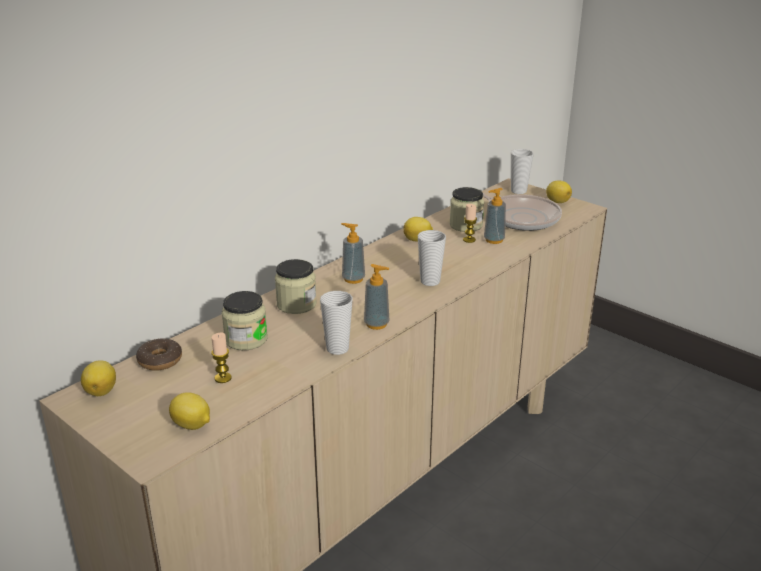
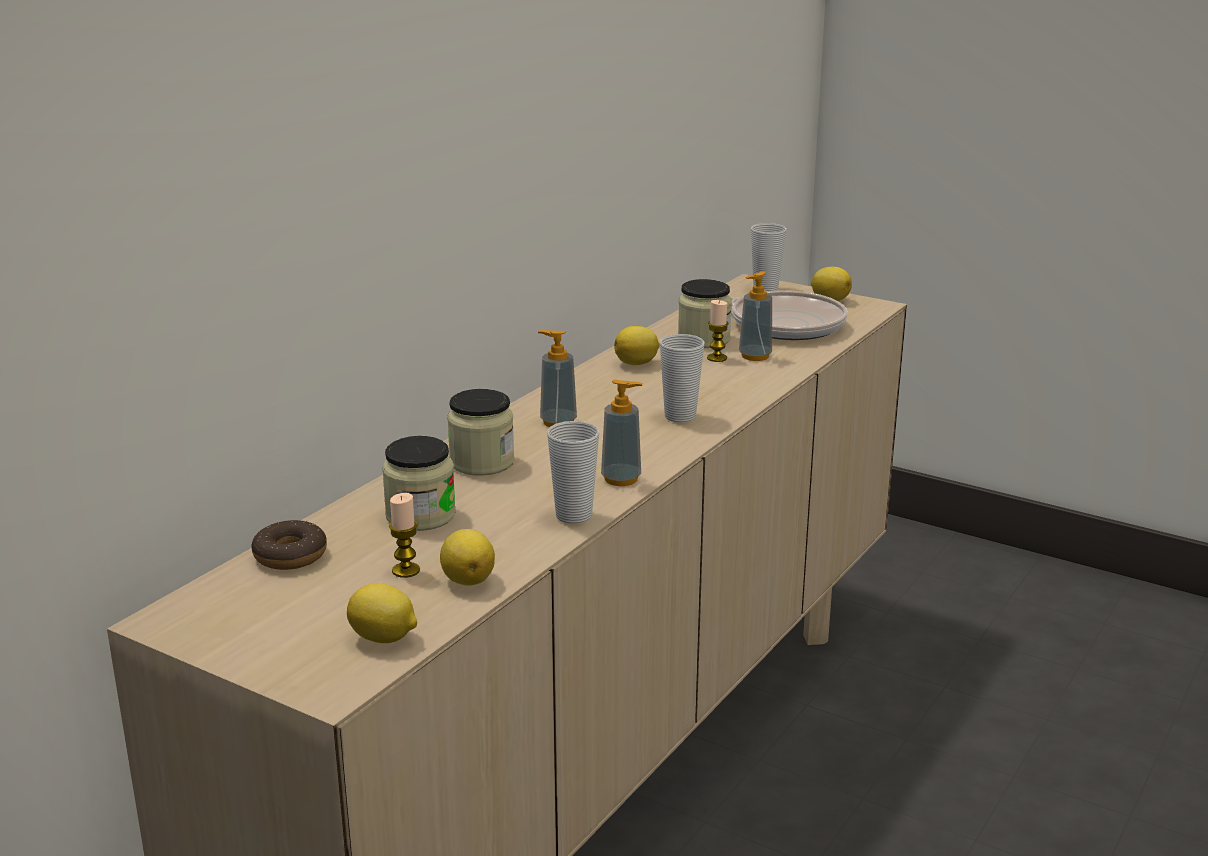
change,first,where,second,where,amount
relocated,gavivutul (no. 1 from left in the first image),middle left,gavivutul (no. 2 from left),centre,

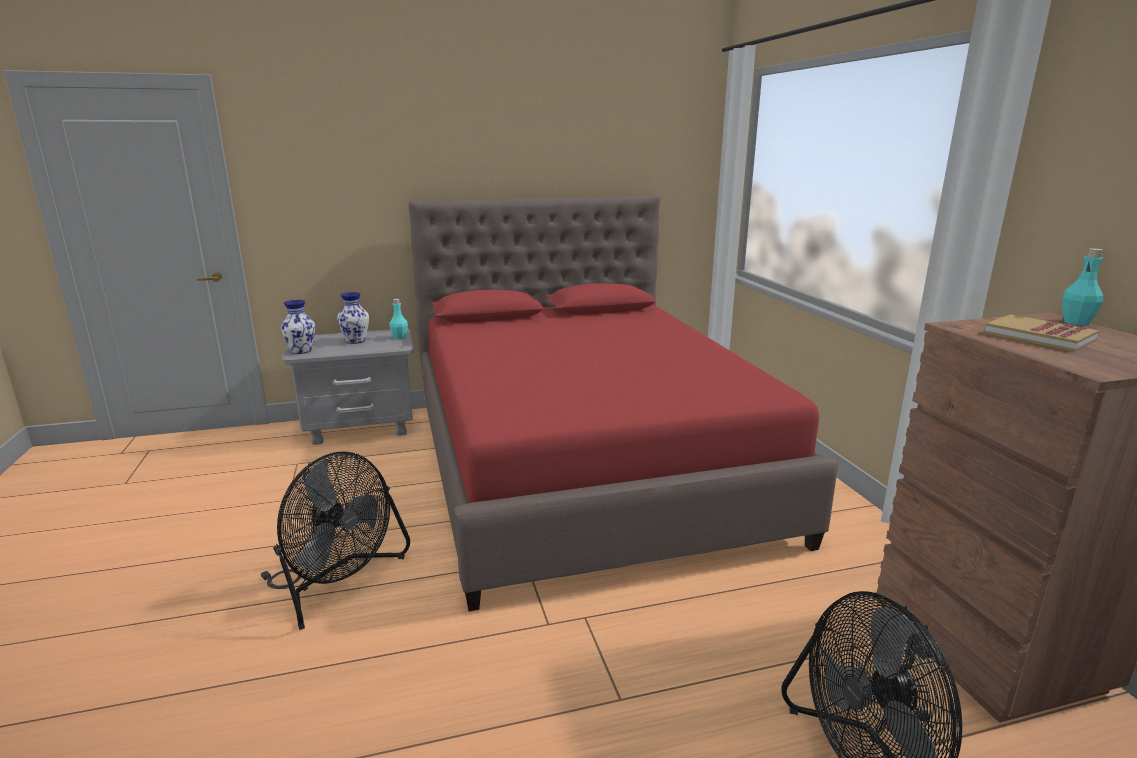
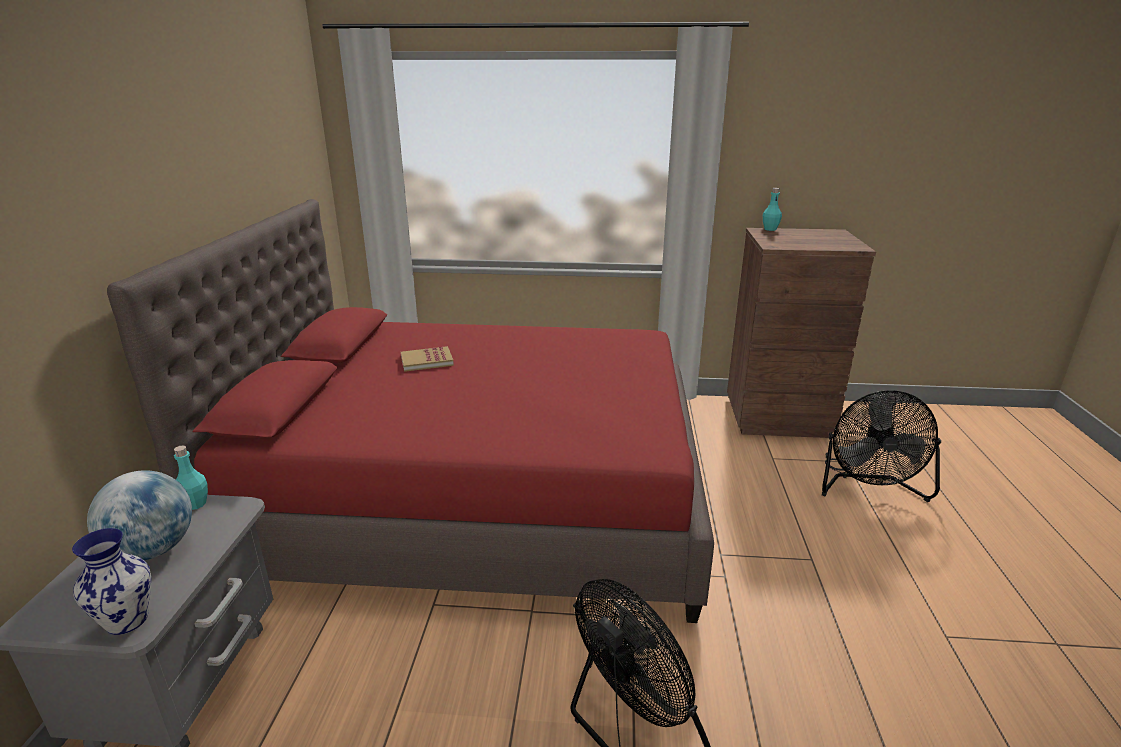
change,first,where,second,where,amount
exchanged,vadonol (no. 2 from left),middle left,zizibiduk,bottom left,
relocated,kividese,middle right,,centre,

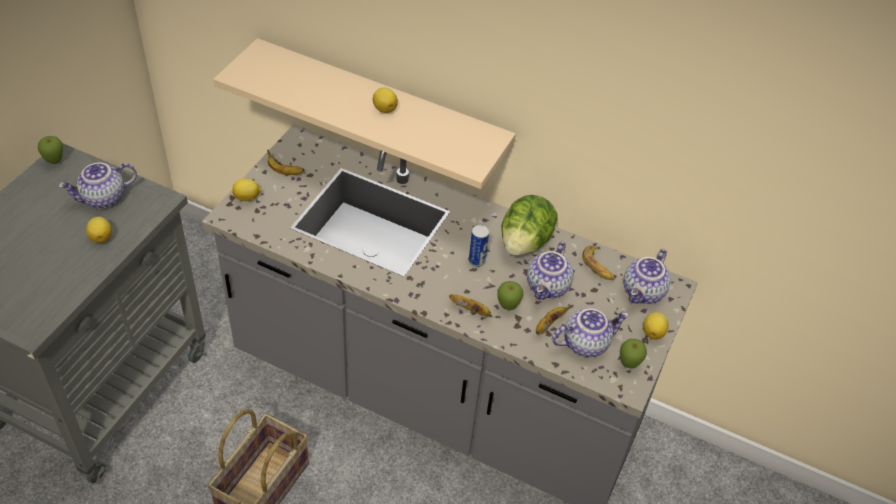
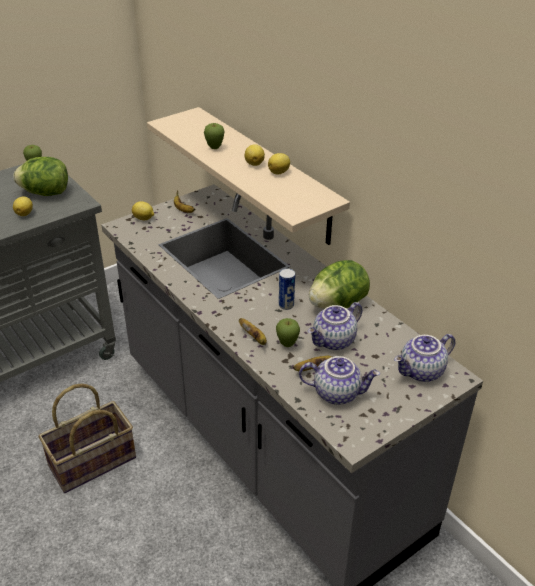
change,first,where,second,where,amount
exchanged,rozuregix (no. 1 from left),middle left,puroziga (no. 1 from left),top left,
missing,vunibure (no. 4 from left),middle right,,,
relocated,gavivutul (no. 4 from left),middle right,,top centre,
relocated,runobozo (no. 3 from left in the first image),bottom right,runobozo (no. 2 from left),top centre,

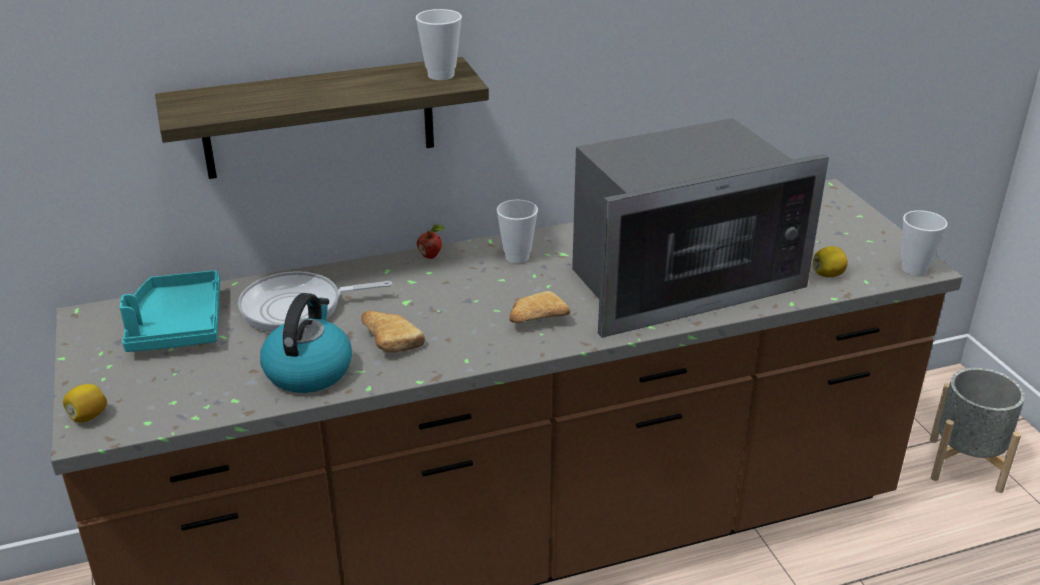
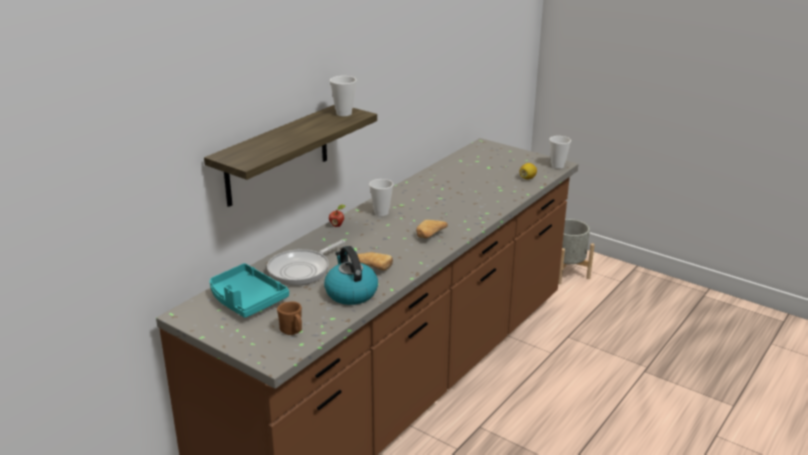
change,first,where,second,where,amount
missing,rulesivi,middle right,,,
missing,gavivutul (no. 1 from left),bottom left,,,
appeared,,,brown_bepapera,bottom centre,

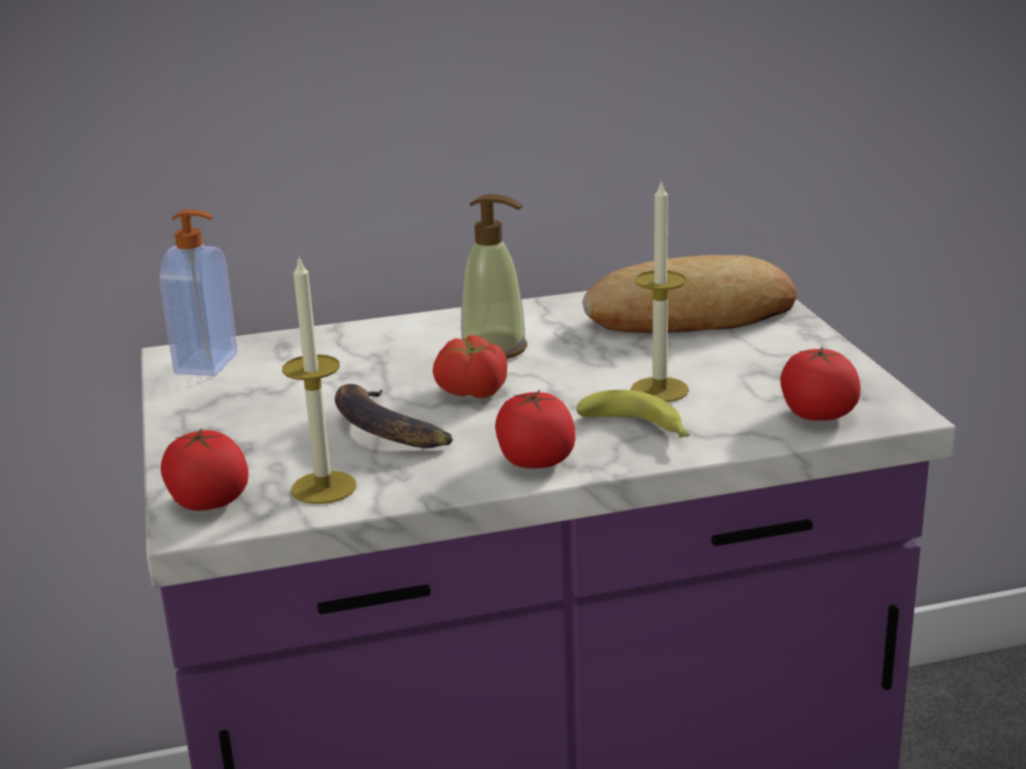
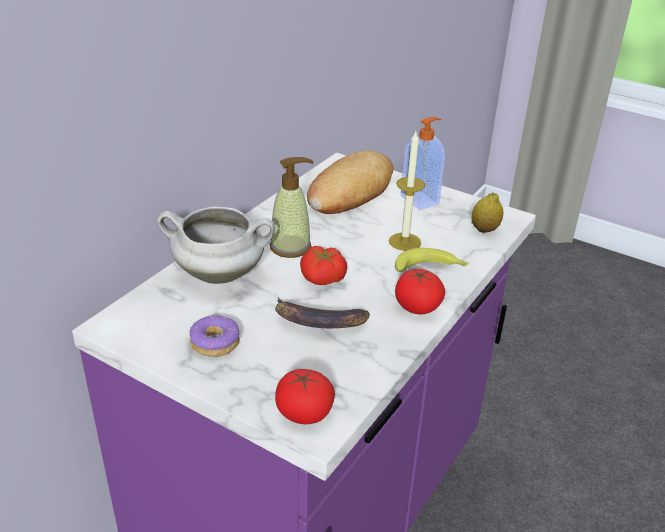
change,first,where,second,where,amount
relocated,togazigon (no. 1 from left in the first image),middle left,togazigon (no. 2 from left),top centre,
missing,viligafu (no. 1 from left),middle left,,,
exchanged,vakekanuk (no. 4 from left),middle right,gavivutul,middle right,
appeared,,,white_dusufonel,middle left,
appeared,,,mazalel,middle left,

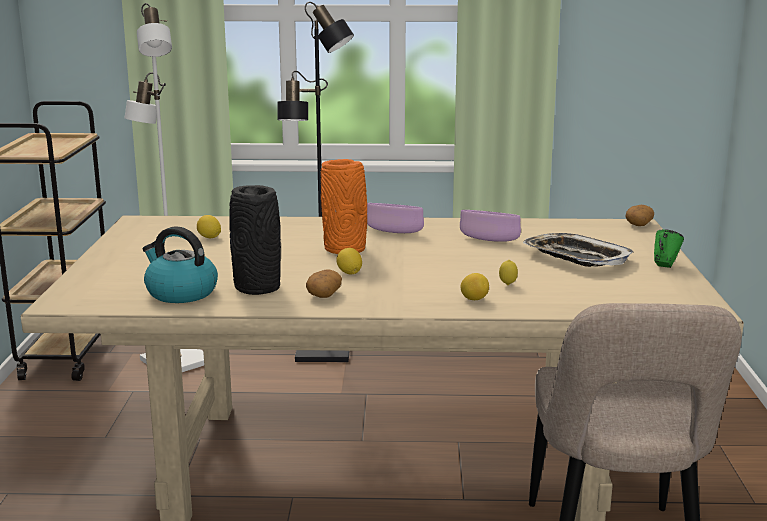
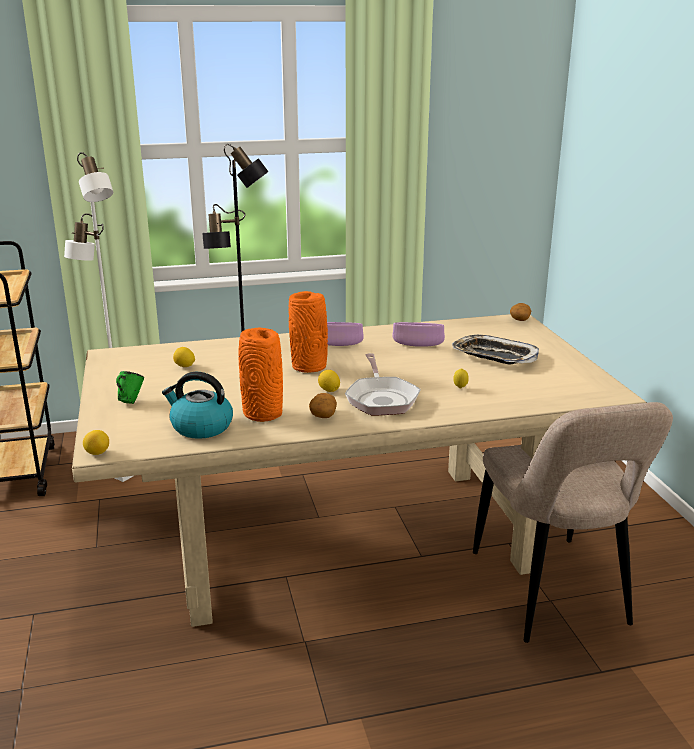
change,first,where,second,where,amount
colour,black_vadonol,middle left,orange_vadonol (no. 1 from left),centre,
relocated,green_bepapera,middle right,,middle left,
relocated,gavivutul (no. 3 from left in the first image),centre,gavivutul (no. 1 from left),middle left,
appeared,,,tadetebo,centre,

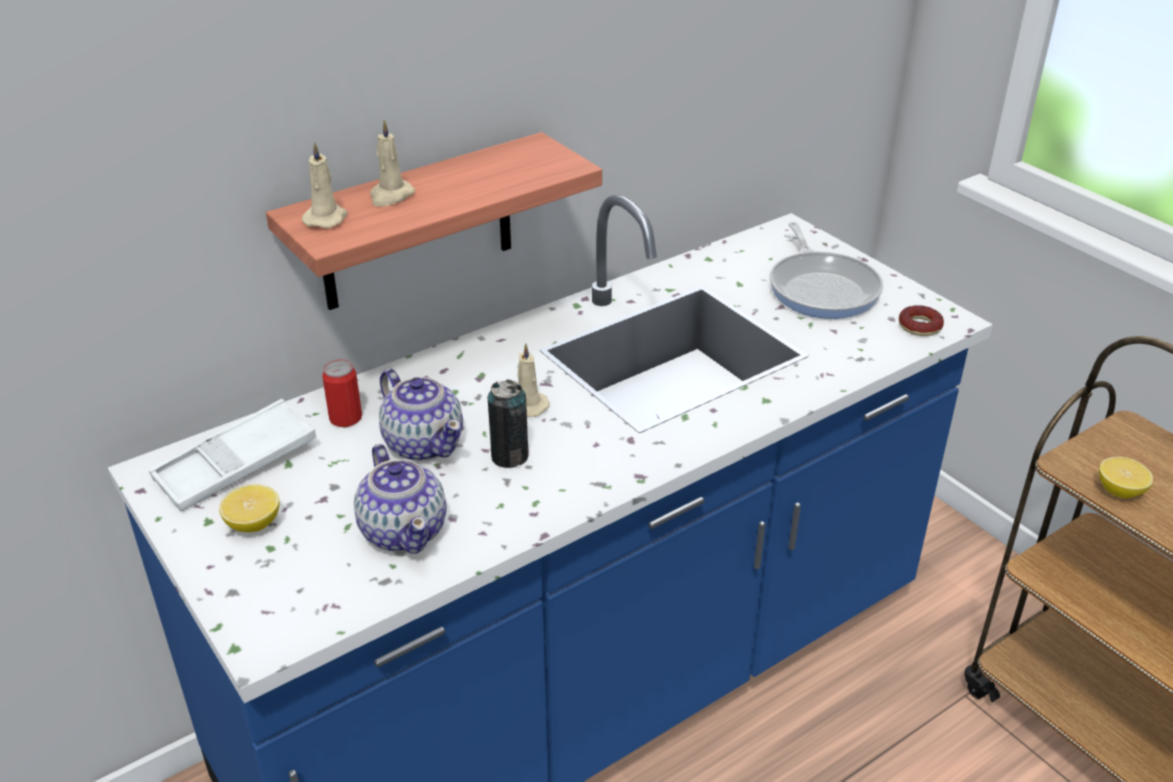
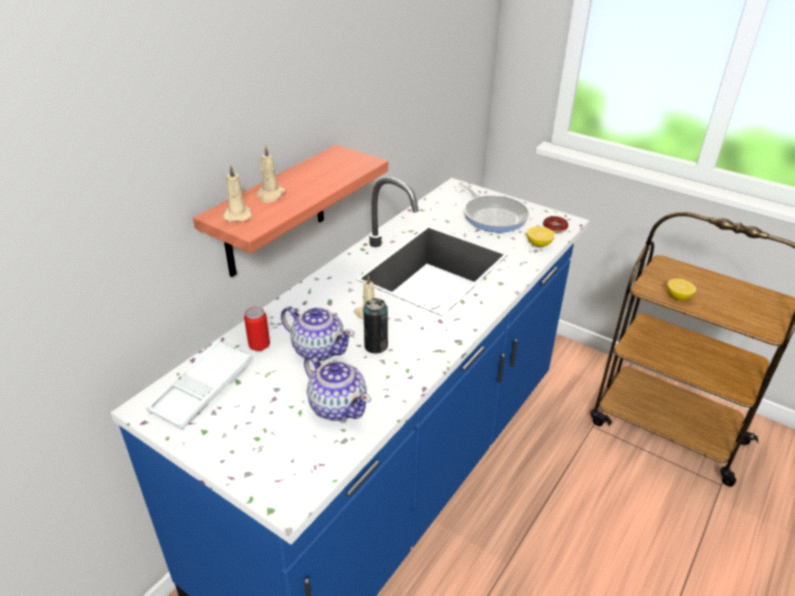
change,first,where,second,where,amount
relocated,gavivutul (no. 1 from left),middle left,,middle right,

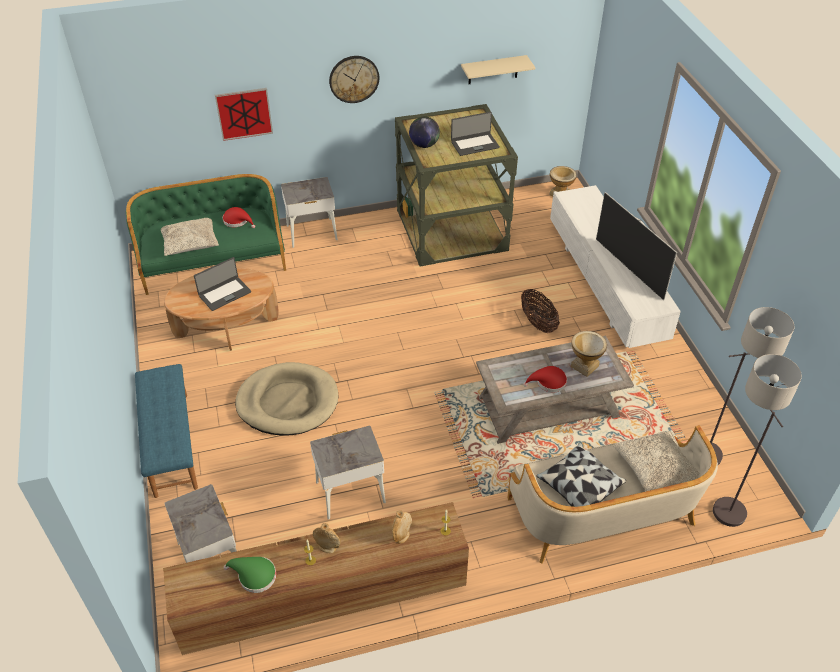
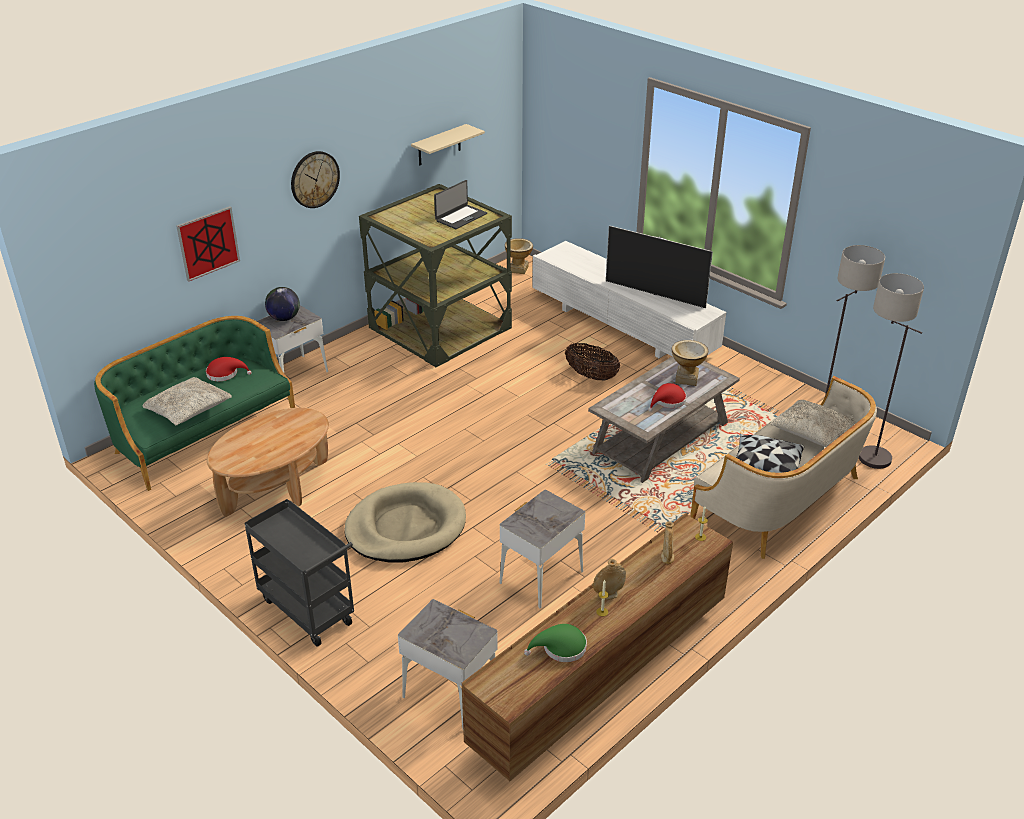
change,first,where,second,where,amount
relocated,zizibiduk,top centre,,middle left,
missing,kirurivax (no. 1 from left),middle left,,,
exchanged,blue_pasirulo,middle left,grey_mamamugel,bottom left,

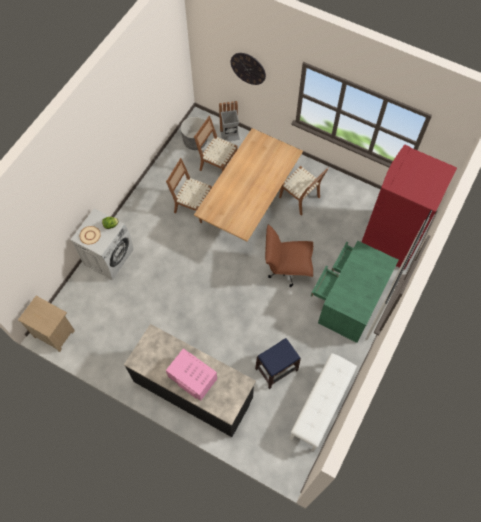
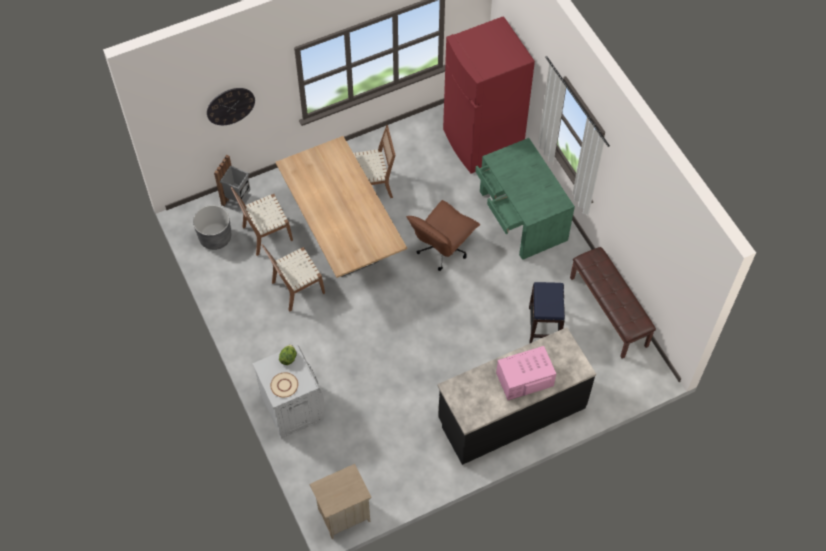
change,first,where,second,where,amount
colour,white_pasirulo,bottom right,brown_pasirulo,middle right,

